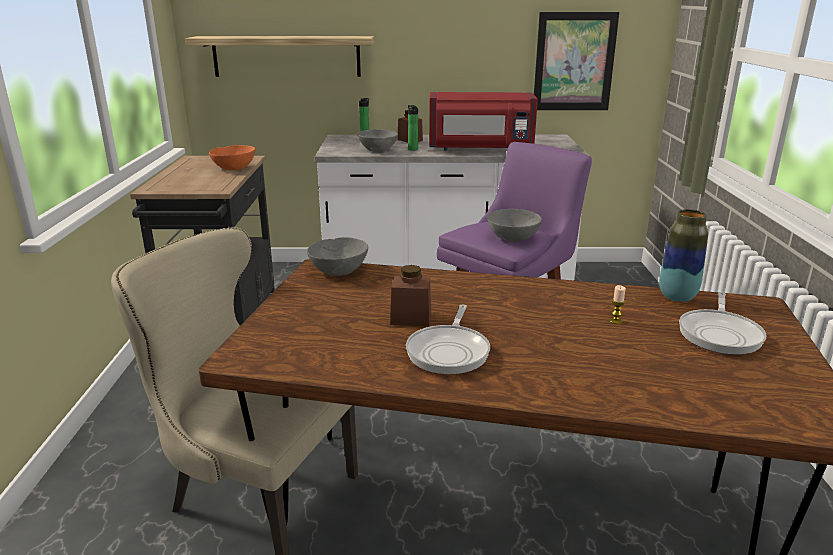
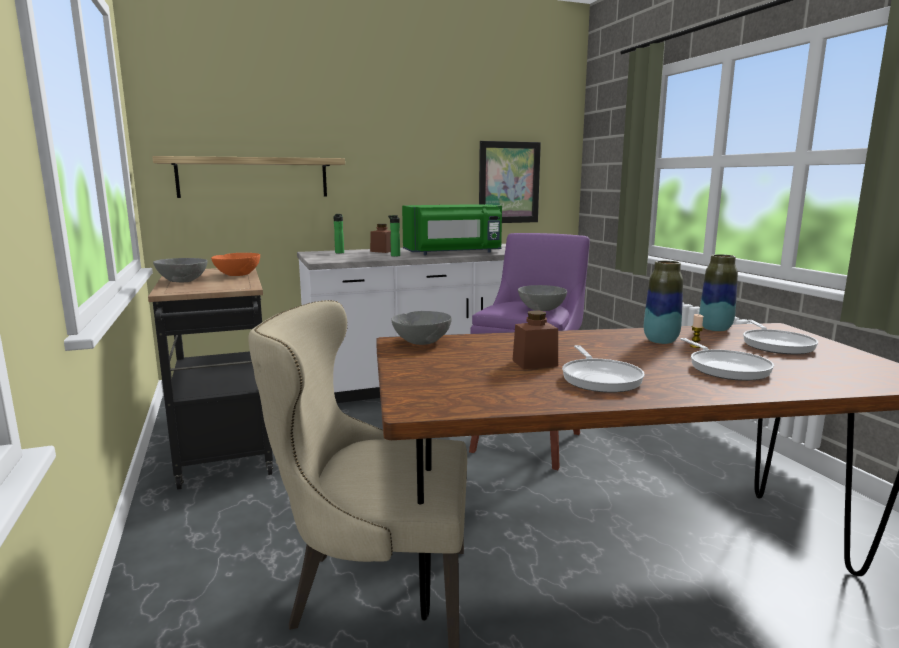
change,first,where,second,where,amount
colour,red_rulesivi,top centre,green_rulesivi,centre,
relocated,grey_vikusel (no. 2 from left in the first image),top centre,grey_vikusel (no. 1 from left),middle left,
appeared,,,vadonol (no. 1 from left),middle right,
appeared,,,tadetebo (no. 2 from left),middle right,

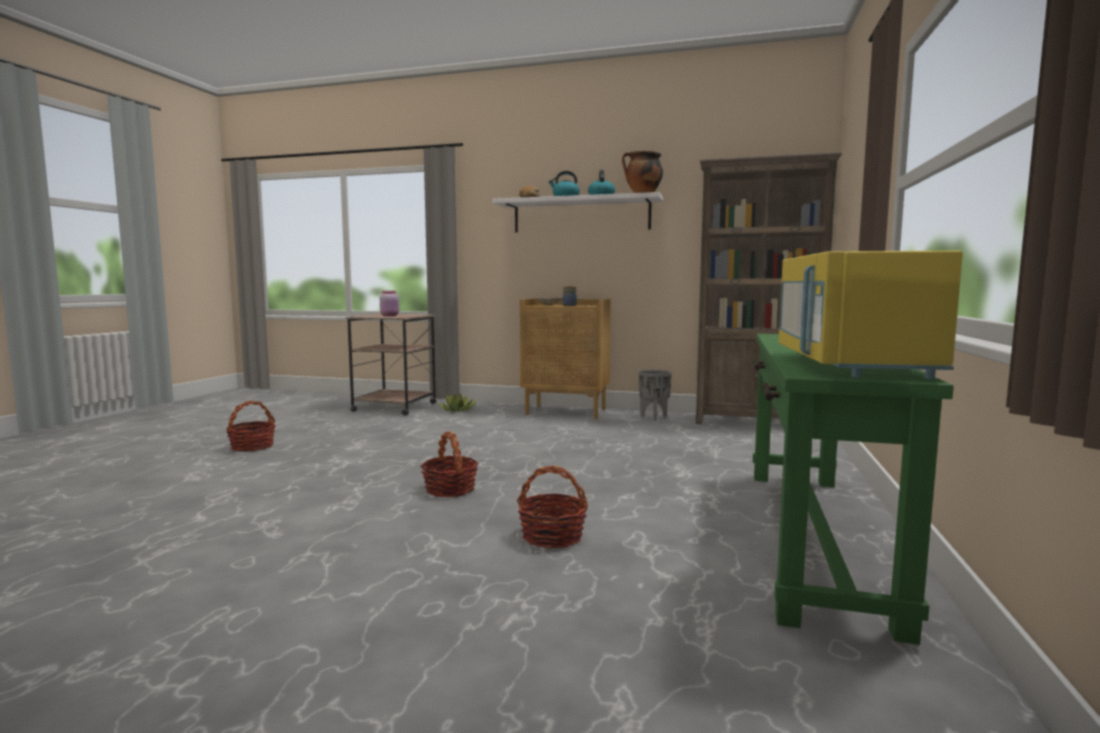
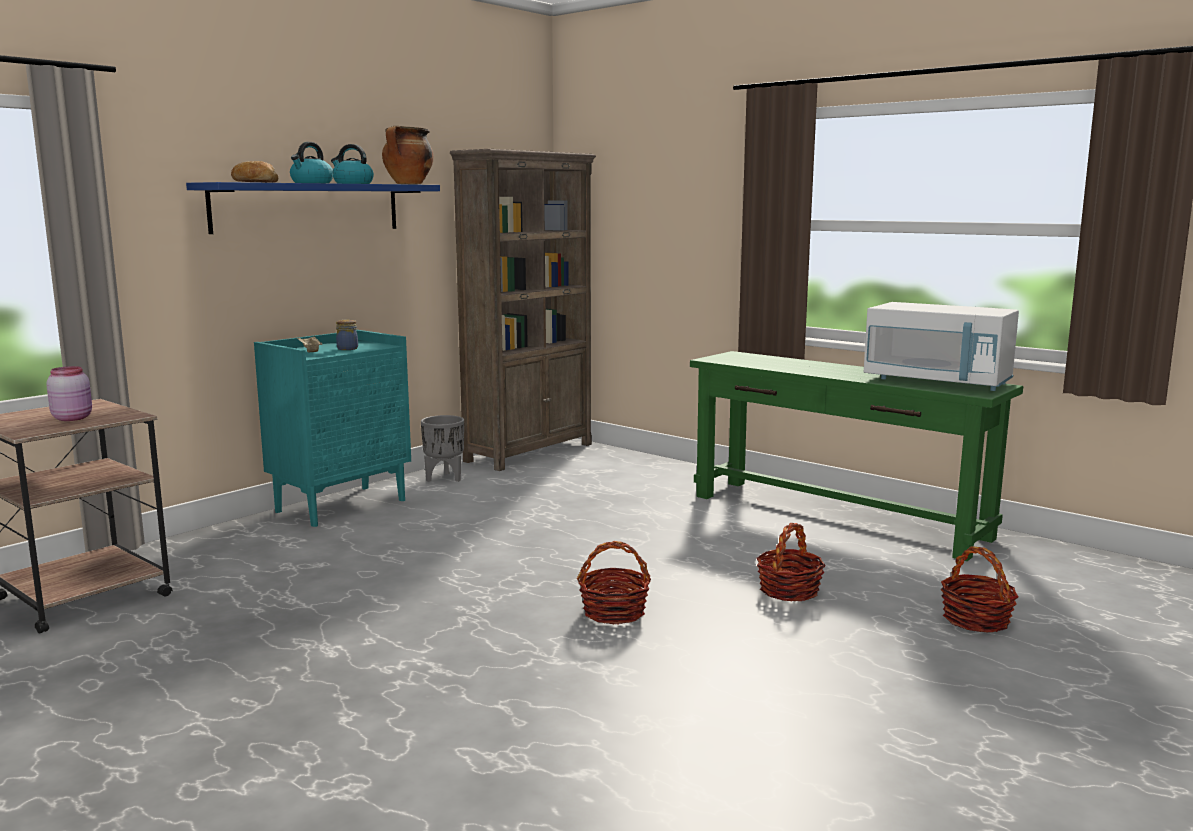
change,first,where,second,where,amount
colour,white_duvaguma,top centre,blue_duvaguma,top left,
colour,yellow_rulesivi,middle right,white_rulesivi,middle right,
colour,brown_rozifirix,centre,turquoise_rozifirix,middle left,
missing,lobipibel,centre,,,
relocated,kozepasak (no. 1 from left in the first image),middle left,kozepasak (no. 3 from left),bottom right,

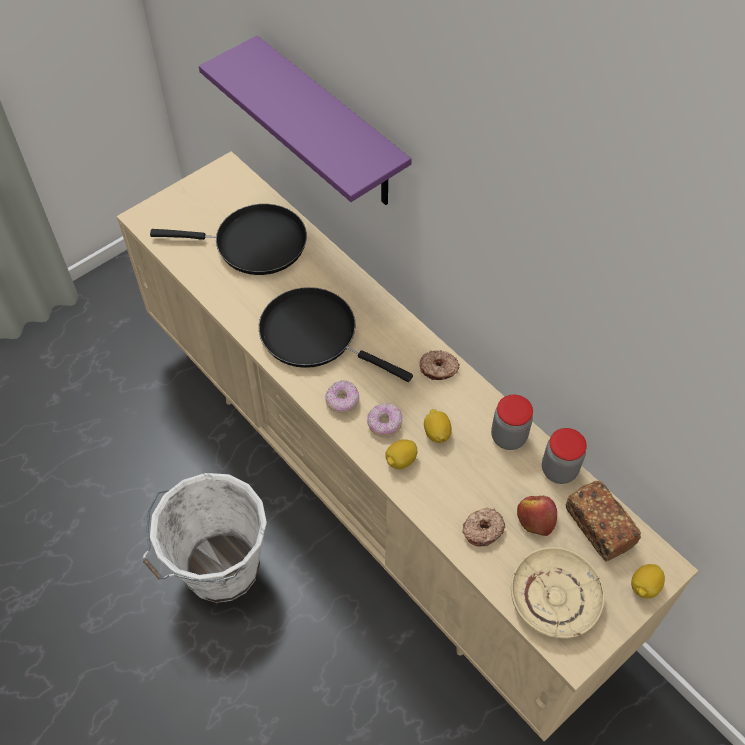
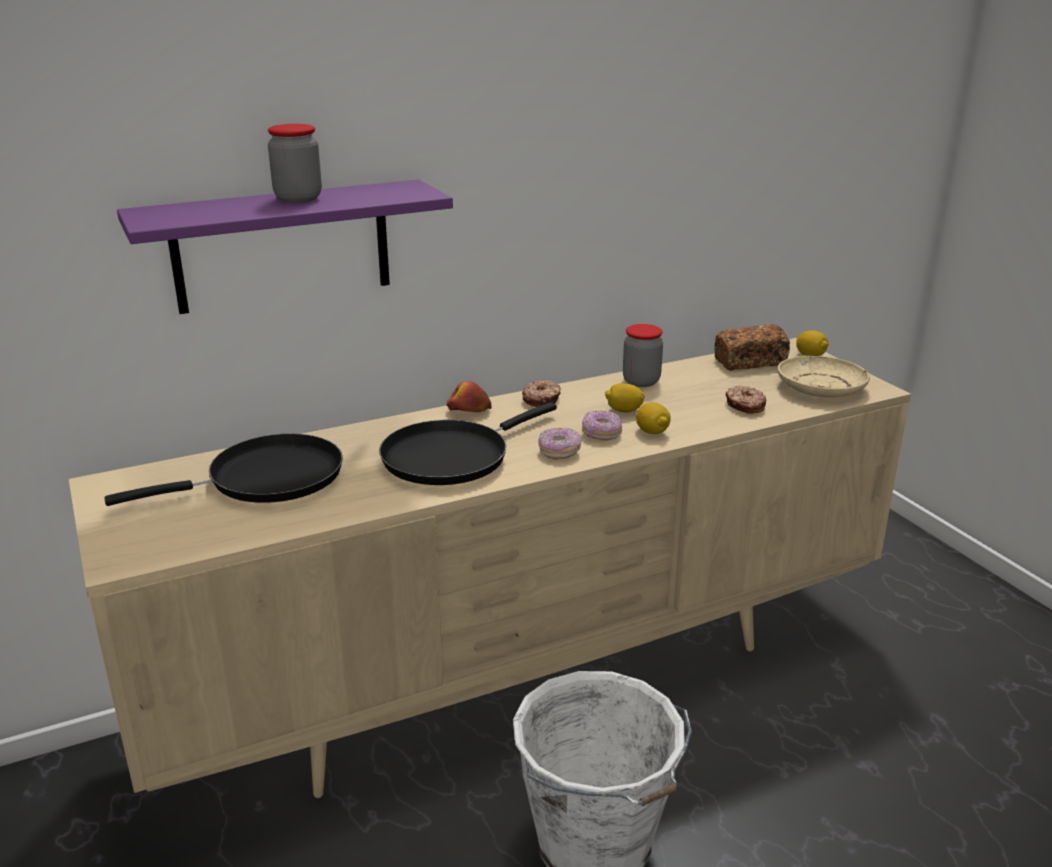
change,first,where,second,where,amount
spun,black_tadetebo (no. 1 from left),top left,,middle left,45 degrees clockwise
relocated,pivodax (no. 2 from left in the first image),middle right,pivodax (no. 1 from left),top left,
relocated,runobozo,bottom right,,centre,

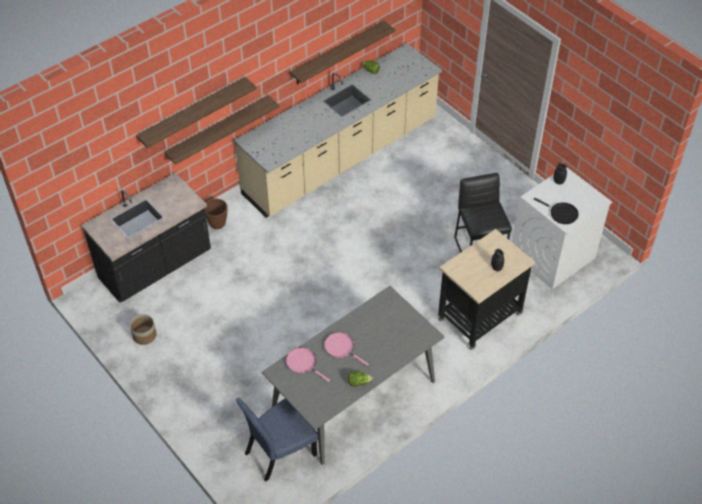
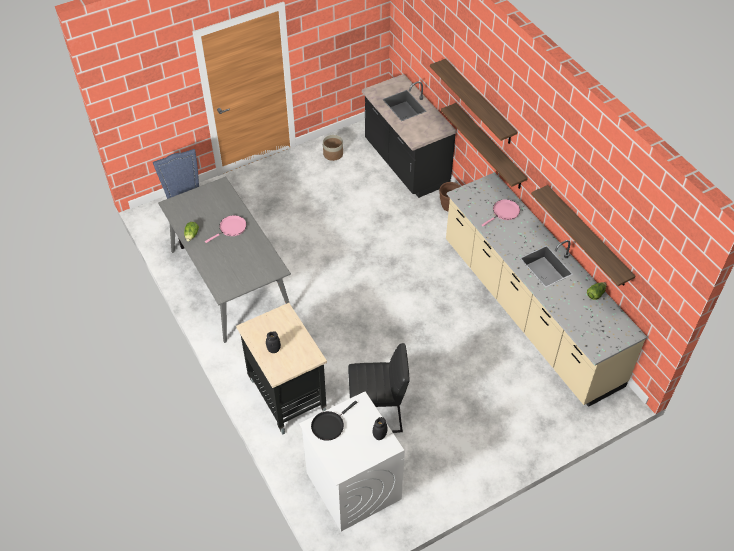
change,first,where,second,where,amount
relocated,pink_tadetebo (no. 1 from left in the first image),bottom centre,pink_tadetebo (no. 2 from left),middle right,

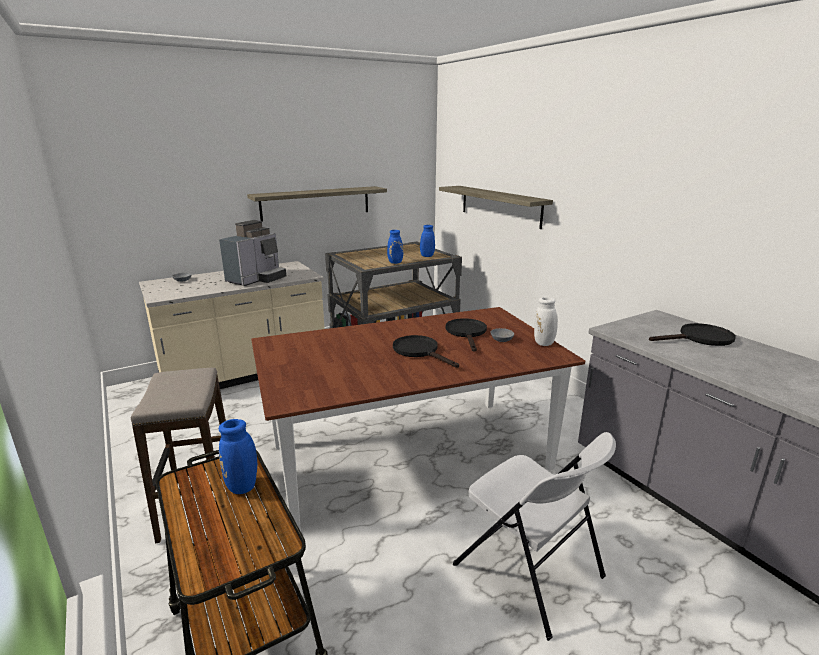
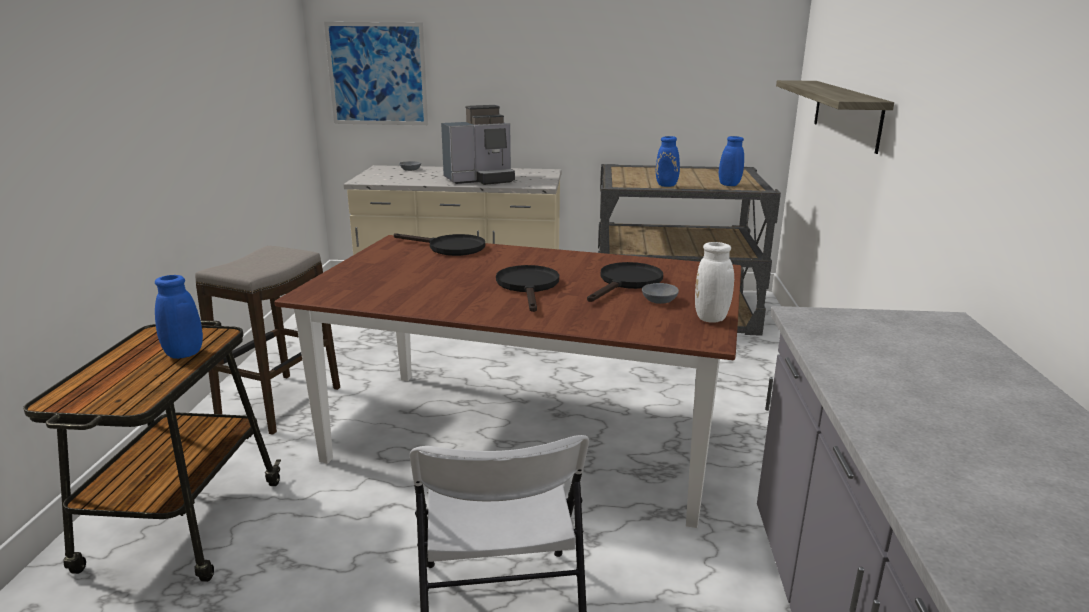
change,first,where,second,where,amount
missing,duvaguma (no. 1 from left),top centre,,,
relocated,black_tadetebo (no. 3 from left in the first image),middle right,black_tadetebo (no. 1 from left),centre,
appeared,,,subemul,top centre,

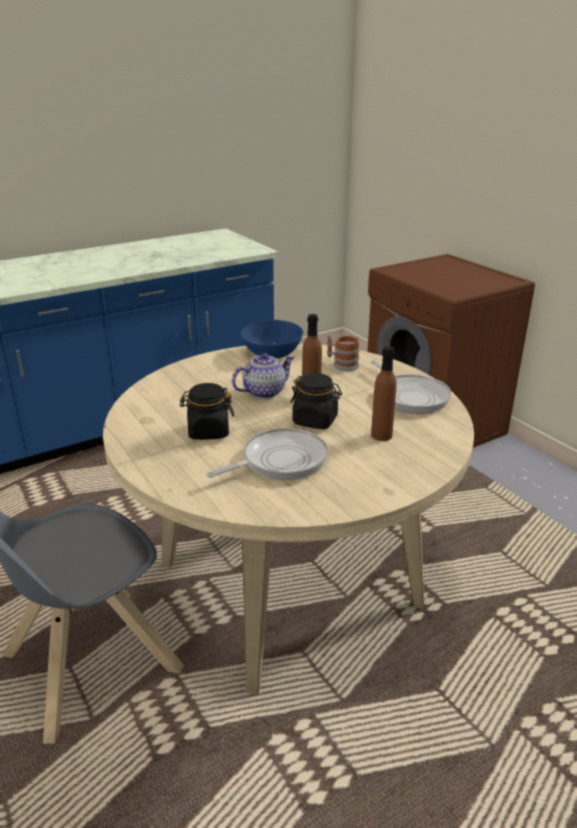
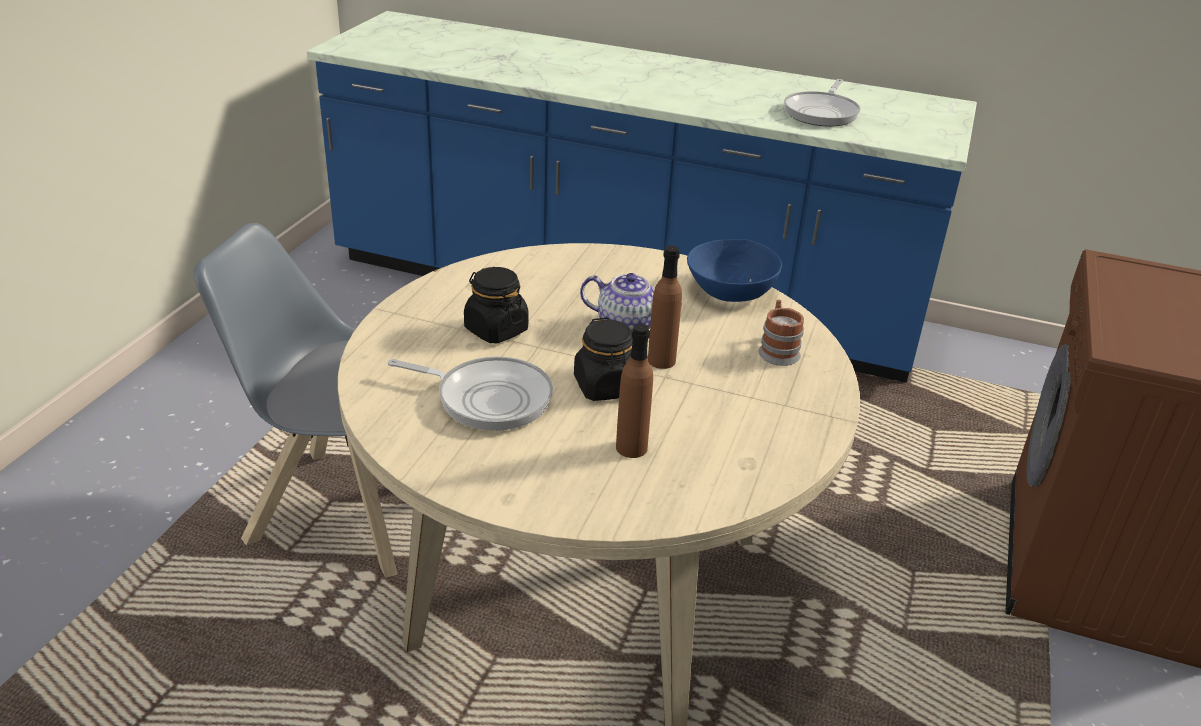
change,first,where,second,where,amount
relocated,tadetebo (no. 2 from left),middle right,,top right,

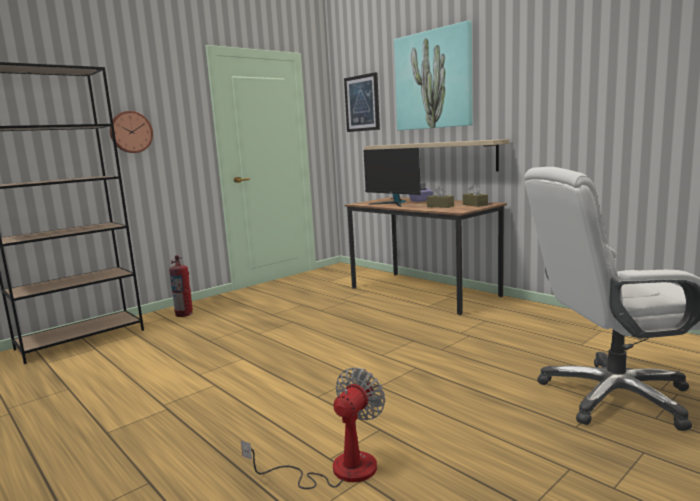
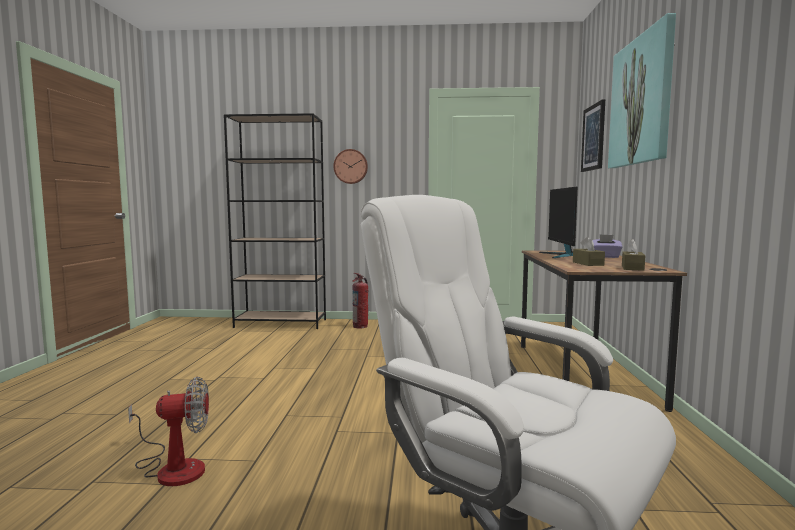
change,first,where,second,where,amount
missing,duvaguma,top centre,,,

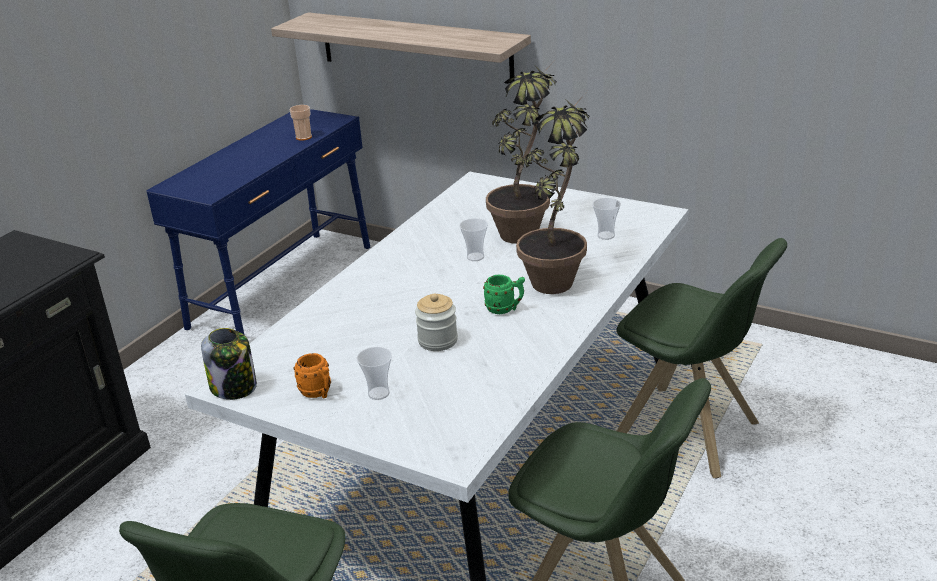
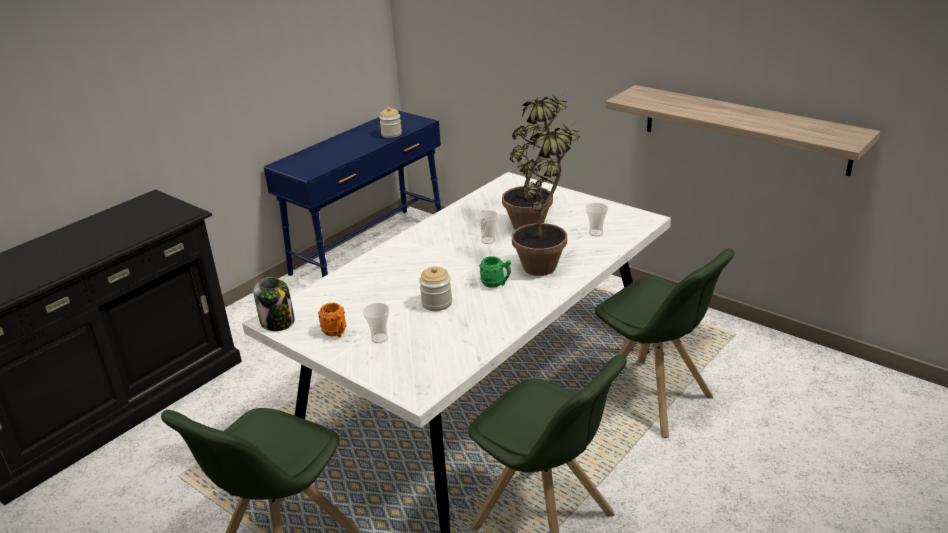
change,first,where,second,where,amount
relocated,duvaguma,top centre,,top right,
exchanged,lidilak (no. 1 from left),top left,pivodax (no. 2 from left),top centre,

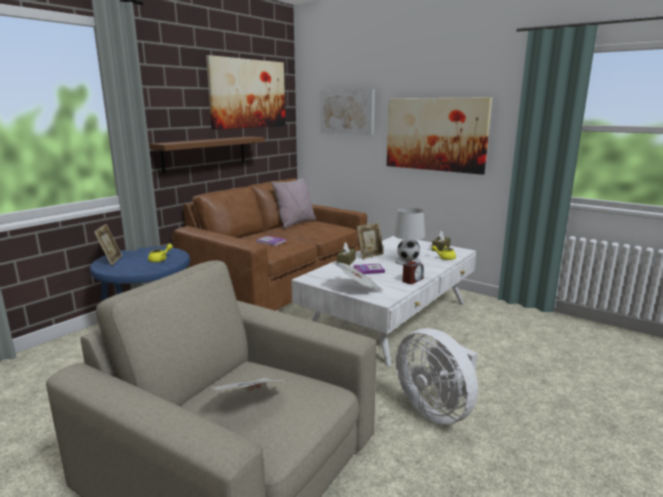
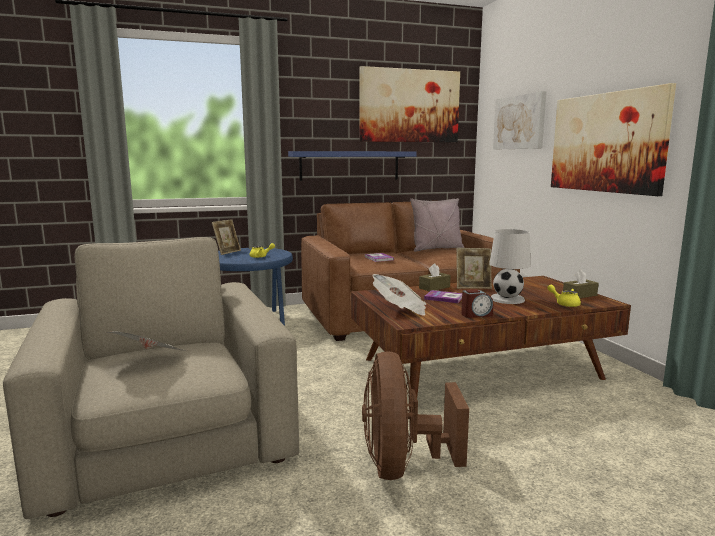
change,first,where,second,where,amount
colour,brown_duvaguma,top left,blue_duvaguma,top centre,
colour,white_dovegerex,centre,brown_dovegerex,middle right,
colour,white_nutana,bottom centre,brown_nutana,bottom centre,

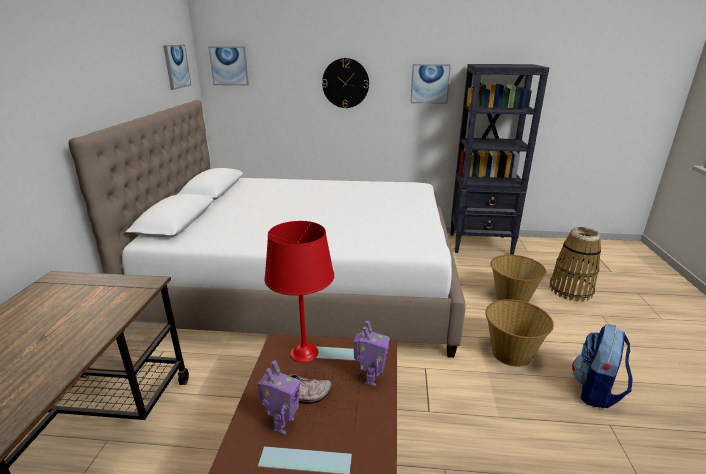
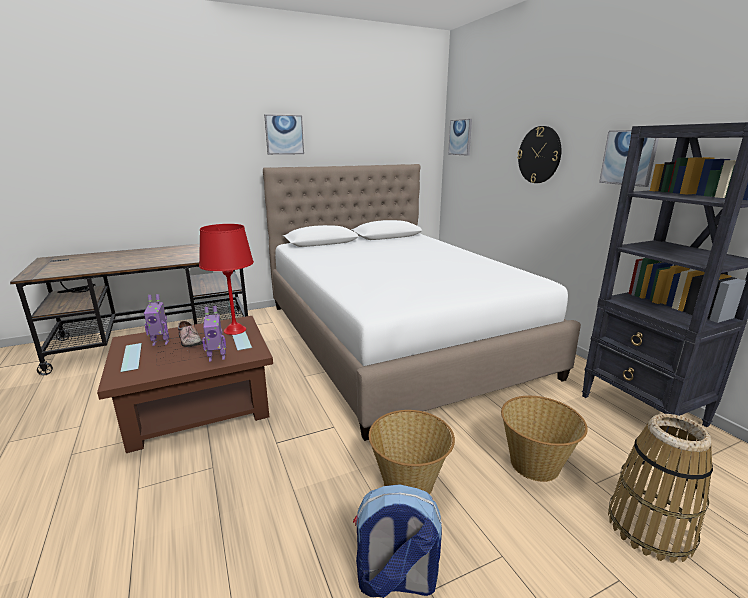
change,first,where,second,where,amount
relocated,subemul (no. 1 from left),top left,,top centre,

